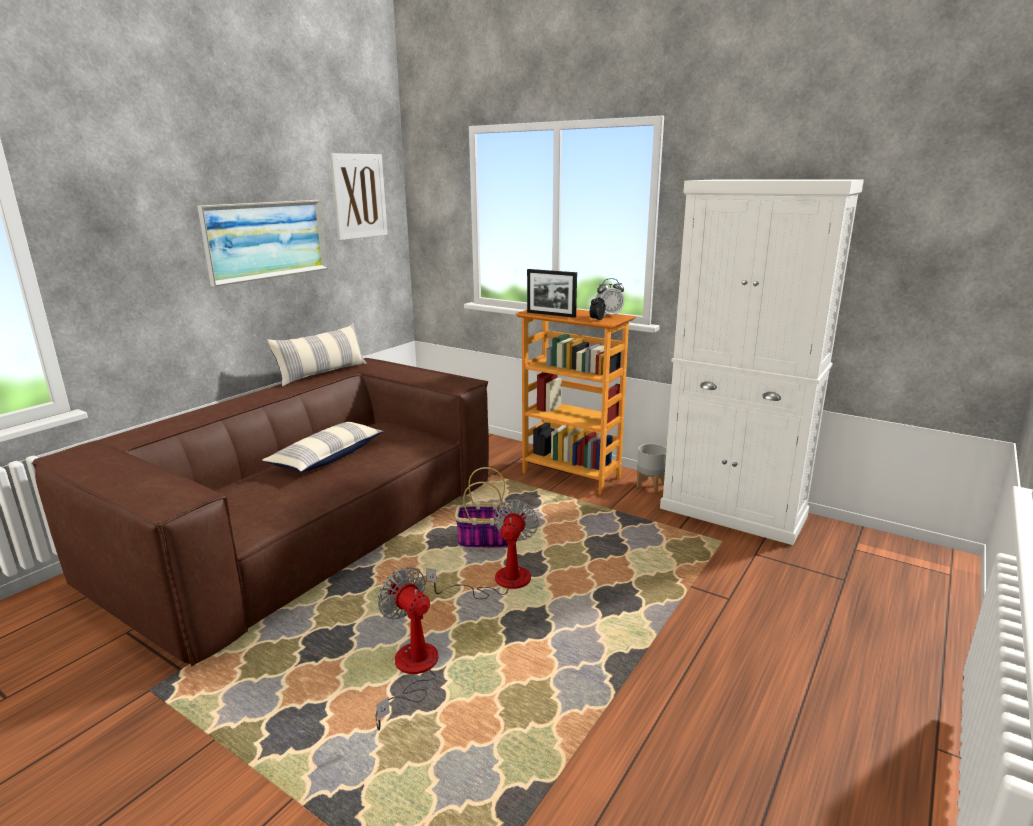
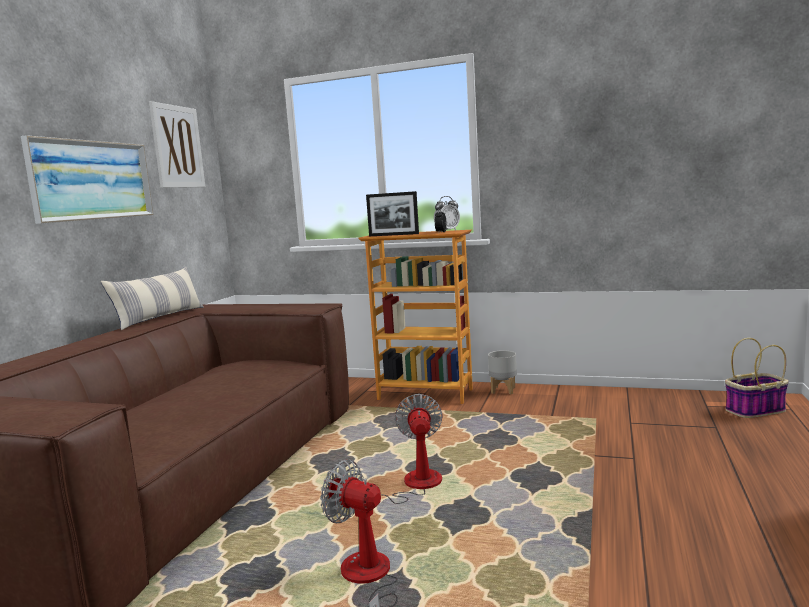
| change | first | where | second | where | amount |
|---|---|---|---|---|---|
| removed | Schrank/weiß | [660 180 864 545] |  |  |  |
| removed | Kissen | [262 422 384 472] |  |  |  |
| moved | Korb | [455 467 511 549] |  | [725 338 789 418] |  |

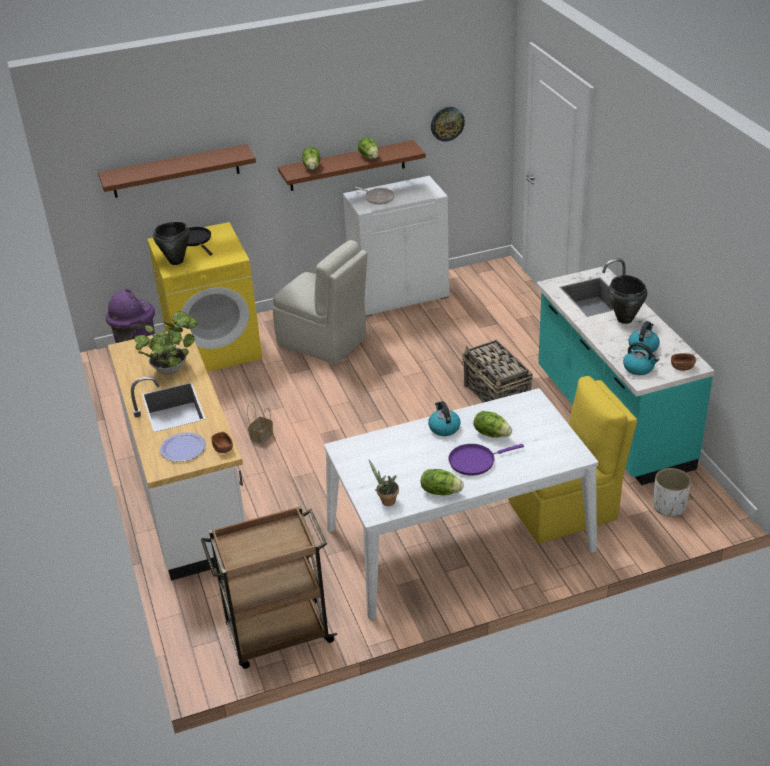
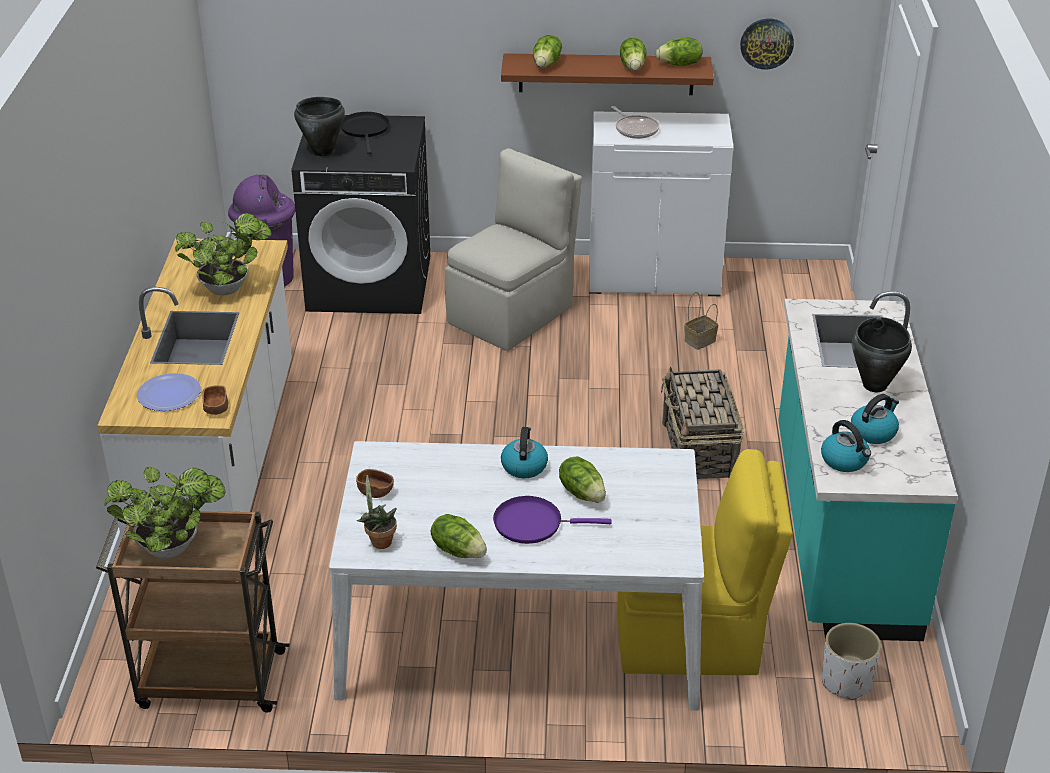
| change | first | where | second | where | amount |
|---|---|---|---|---|---|
| removed | Wandregal/braun | [98 144 256 198] |  |  |  |
| recoloured | Waschmaschine/gelb | [147 222 263 372] | Waschmaschine/schwarz | [291 115 430 314] |  |
| turned | Stuhl/beige | [272 240 368 364] |  | [445 148 582 351] | 105 degrees counterclockwise |
| moved | Schüssel/braun | [671 353 696 371] |  | [356 469 394 498] |  |
| moved | Korb | [247 402 273 444] |  | [684 292 718 350] |  |
| added |  |  | Salatkopf | [656 37 702 66] |  |
| added |  |  | Topfpflanze | [104 467 226 559] |  |

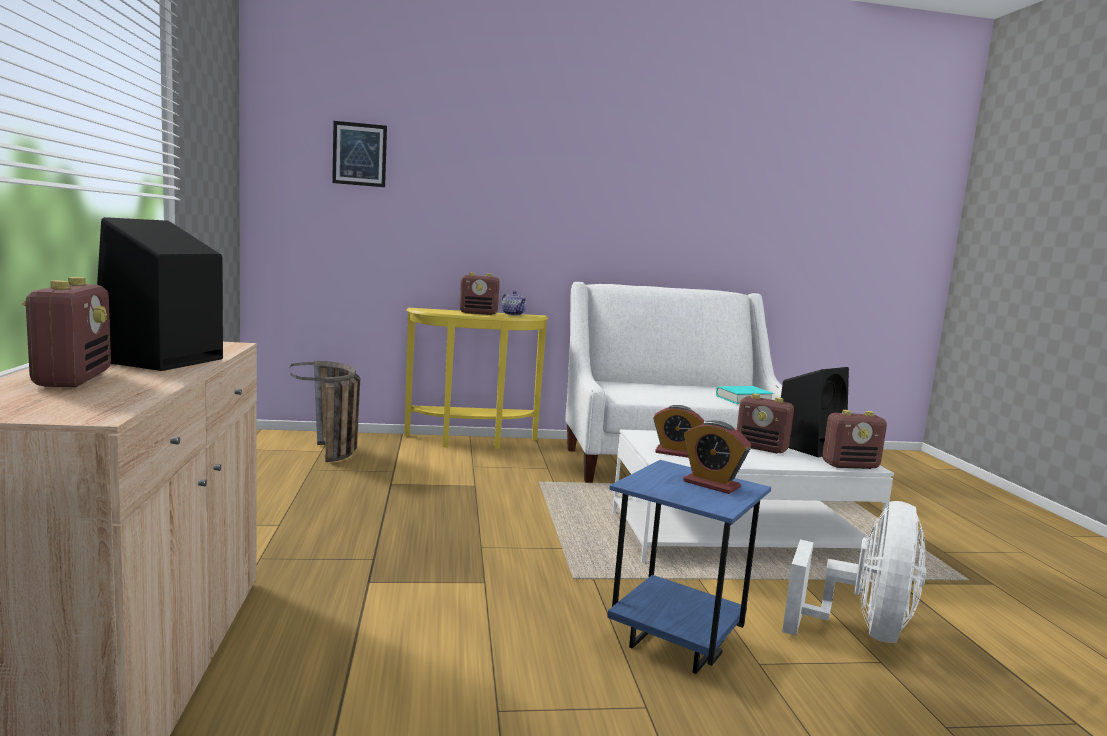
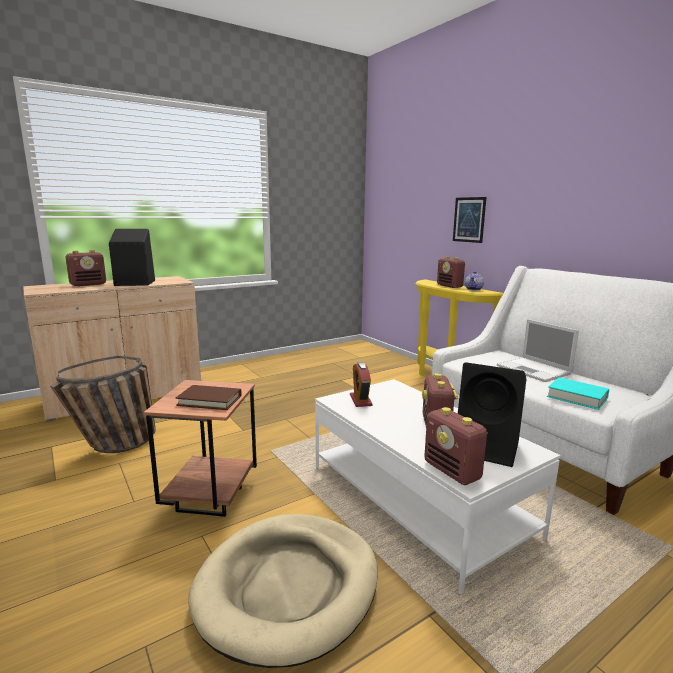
| change | first | where | second | where | amount |
|---|---|---|---|---|---|
| moved | Bild | [332 121 387 187] |  | [453 197 486 243] |  |
| moved | Korb | [289 361 360 462] |  | [50 356 156 453] |  |
| replaced | Wecker | [683 420 751 494] | Buch/braun | [176 385 242 410] |  |
| recoloured | Beistelltisch/blau | [607 460 771 674] | Beistelltisch/braun | [144 380 257 517] |  |
| replaced | Ventilator/weiß | [782 501 926 643] | Hundebett/beige | [188 514 378 668] |  |
| added |  |  | Laptop | [497 319 579 382] |  |

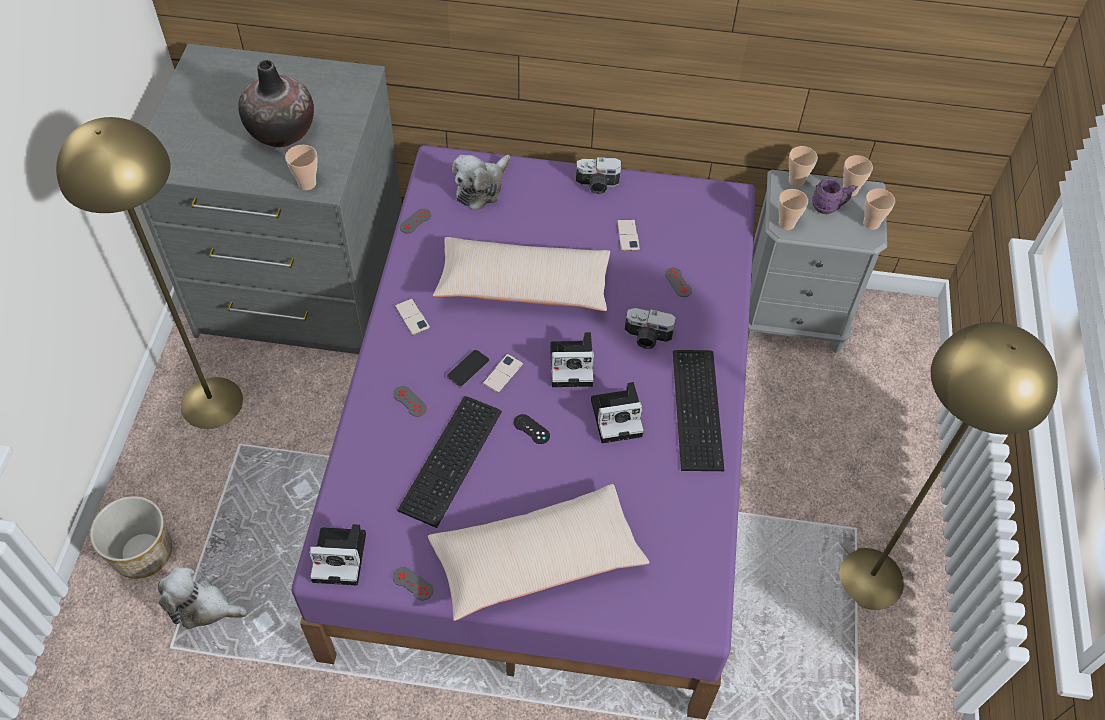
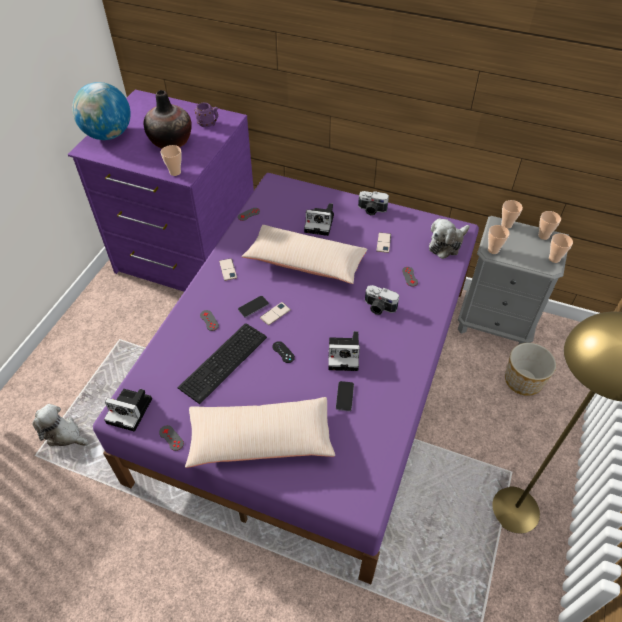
| change | first | where | second | where | amount |
|---|---|---|---|---|---|
| recoloured | Kommode/grau | [140 44 402 354] | Kommode/lila | [68 89 254 292] |  |
| removed | Stehlampe/gelb | [56 117 243 429] |  |  |  |
| moved | Plüschtier | [452 155 511 211] |  | [429 219 470 259] |  |
| moved | Henkelbecher/lila | [812 178 856 214] |  | [195 103 218 127] |  |
| moved | Kamera | [550 332 594 387] |  | [304 203 334 236] |  |
| removed | Tastatur | [673 350 724 471] |  |  |  |
| moved | Pflanzkübel | [90 496 172 579] |  | [505 343 556 396] |  |
| added |  |  | Globus | [72 82 131 140] |  |
| added |  |  | Handy | [336 381 354 411] |  |

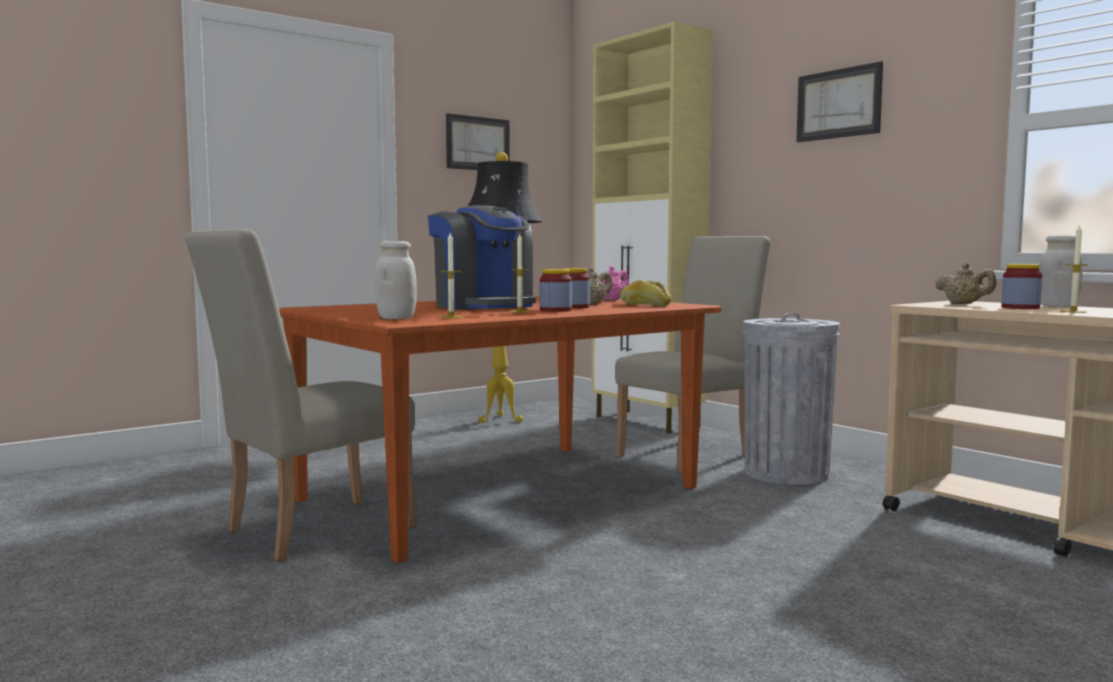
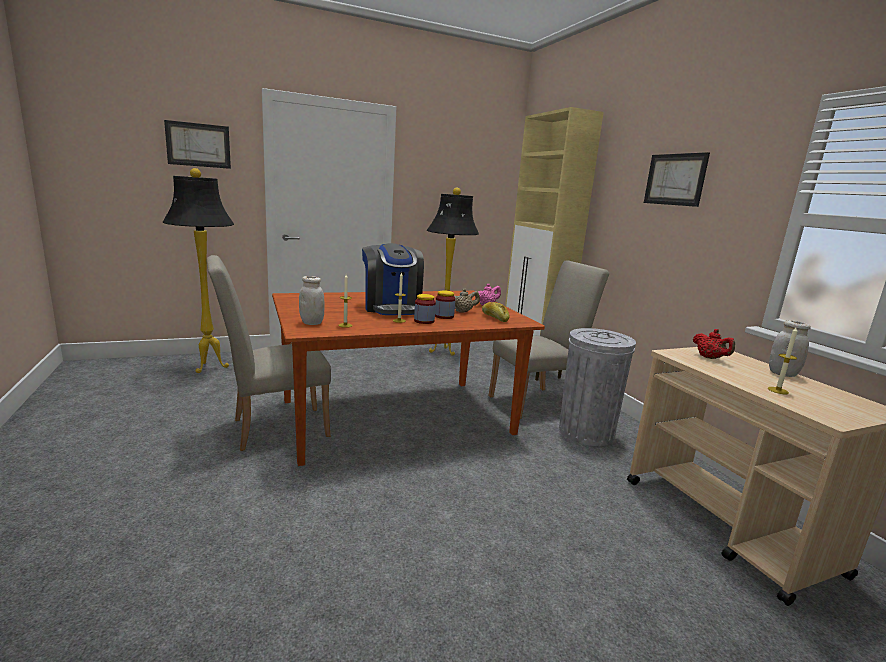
| change | first | where | second | where | amount |
|---|---|---|---|---|---|
| moved | Bild | [446 113 510 170] |  | [164 120 231 169] |  |
| recoloured | Teekanne/beige | [935 263 997 304] | Teekanne/rot | [693 329 735 359] |  |
| removed | Vorratsglas | [1001 264 1042 309] |  |  |  |
| added |  |  | Stehlampe/schwarz | [163 168 234 373] |  |

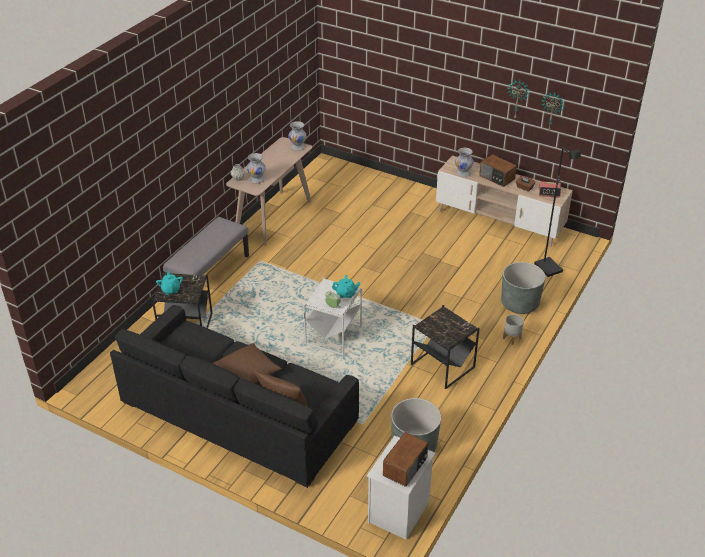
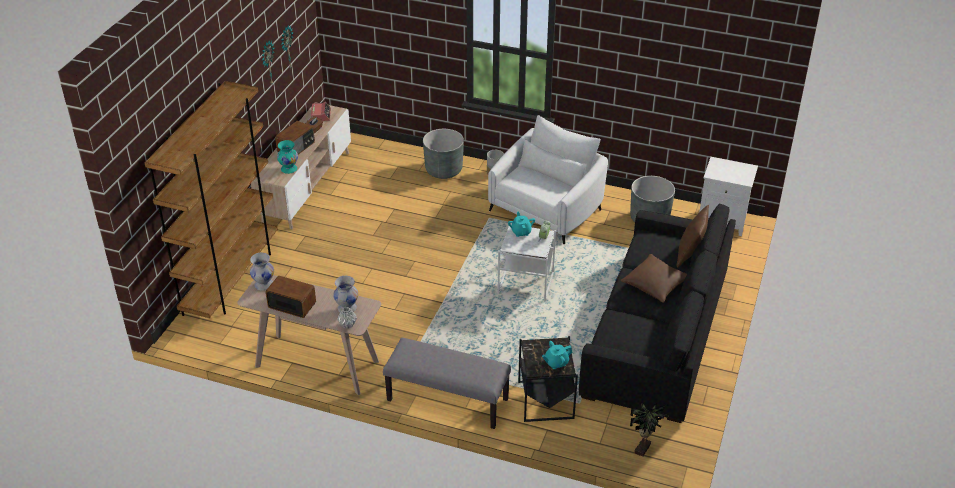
| change | first | where | second | where | amount |
|---|---|---|---|---|---|
| removed | Stehlampe/schwarz | [534 147 581 277] |  |  |  |
| recoloured | Vase/weiß | [455 148 473 177] | Vase/türkis | [277 140 298 174] |  |
| replaced | Beistelltisch/schwarz | [411 305 480 389] | Sessel/weiß | [488 115 608 244] |  |
| moved | Radio | [383 432 428 487] |  | [265 276 316 318] |  |
| added |  |  | Bücherregal/braun | [144 81 278 318] |  |
| added |  |  | Topfpflanze | [630 402 669 457] |  |

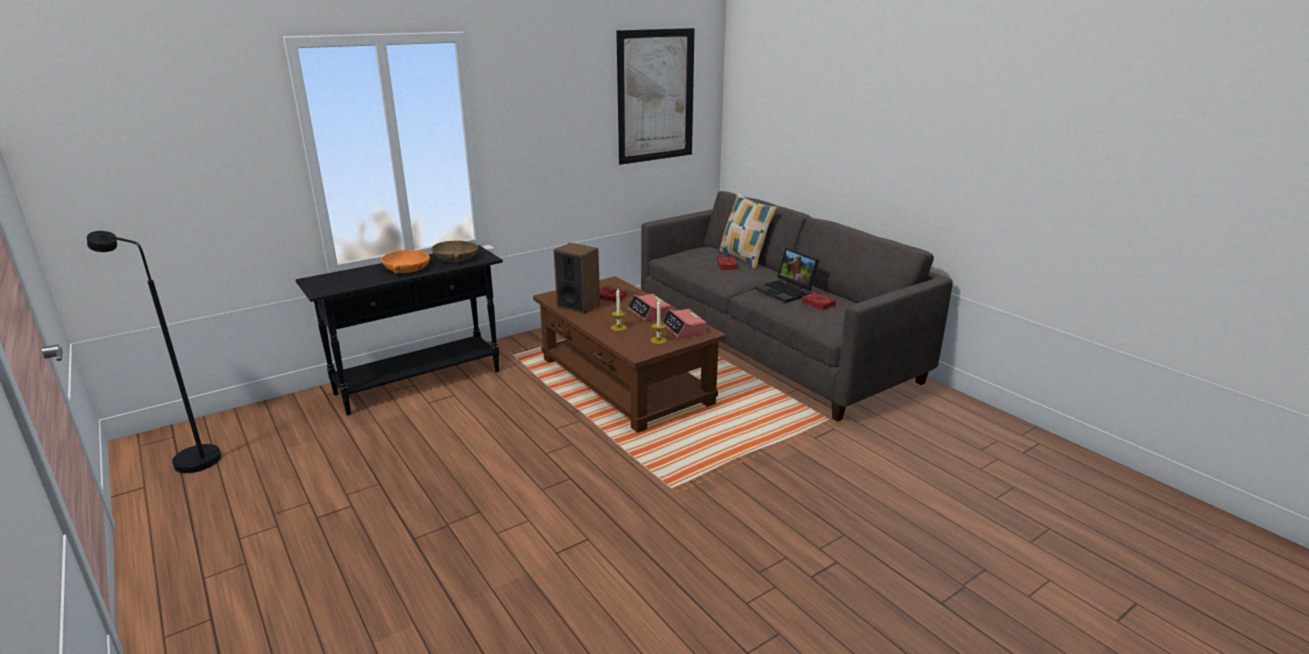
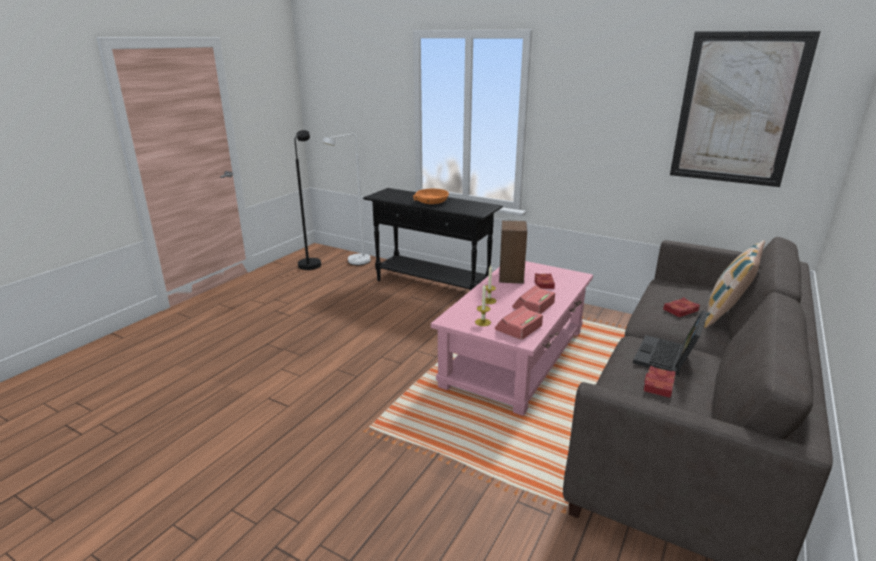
| change | first | where | second | where | amount |
|---|---|---|---|---|---|
| removed | Schüssel/braun | [431 241 478 262] |  |  |  |
| recoloured | Couchtisch/braun | [533 276 726 433] | Couchtisch/rosa | [431 261 593 416] |  |
| added |  |  | Stehlampe/weiß | [323 134 371 265] |  |

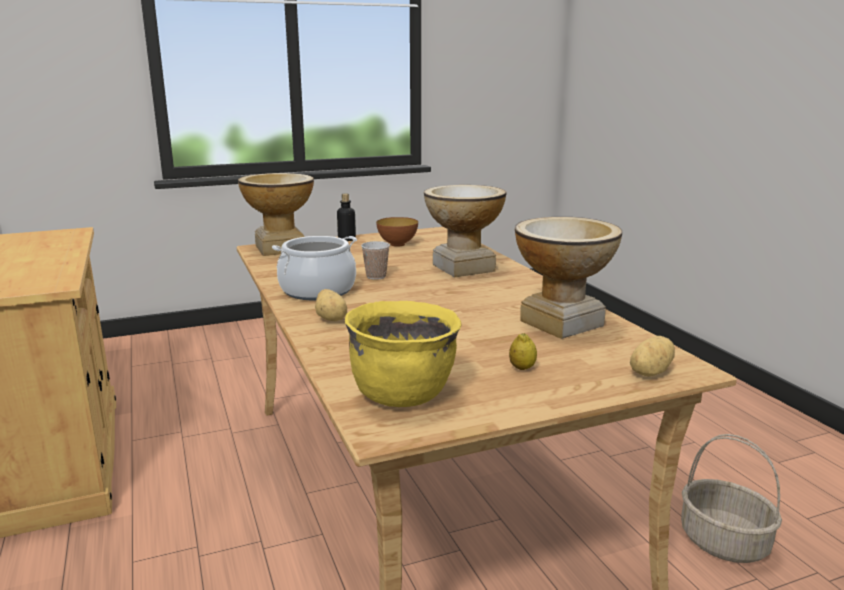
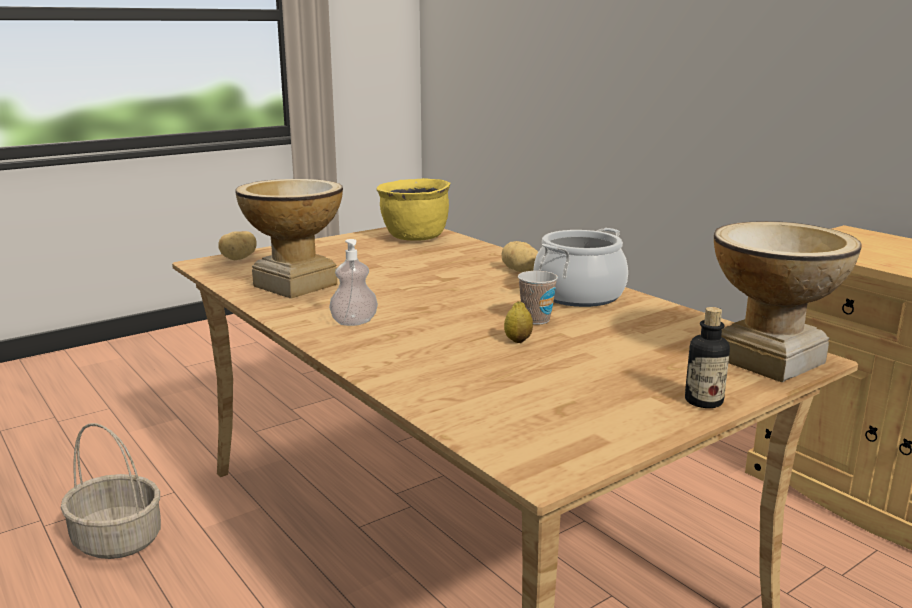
| change | first | where | second | where | amount |
|---|---|---|---|---|---|
| removed | Vase | [424 185 506 277] |  |  |  |
| removed | Schüssel | [376 217 418 247] |  |  |  |
| moved | Zitrone | [509 333 537 370] |  | [504 301 533 343] |  |
| added |  |  | Seifenspender | [329 239 378 326] |  |

